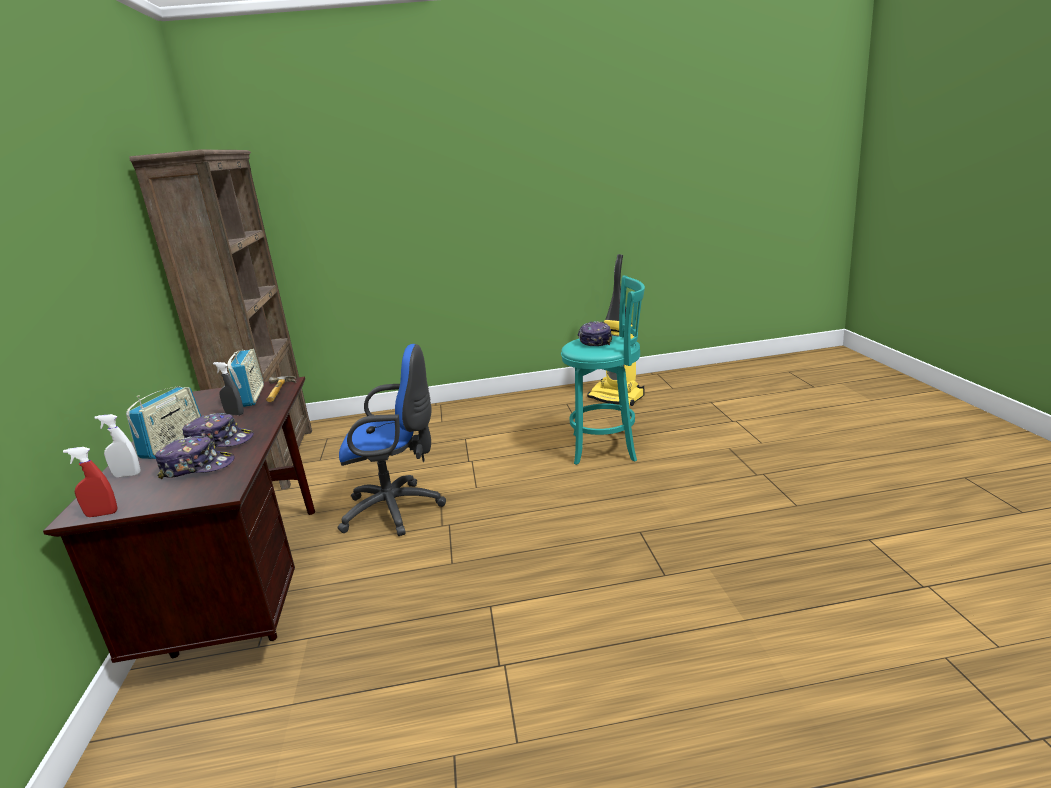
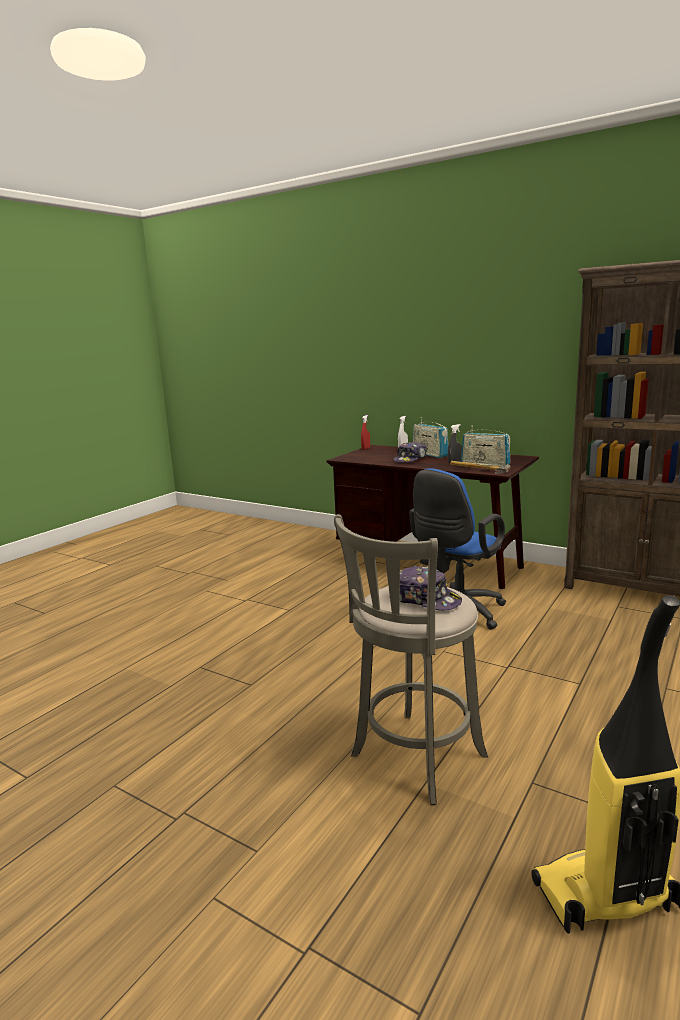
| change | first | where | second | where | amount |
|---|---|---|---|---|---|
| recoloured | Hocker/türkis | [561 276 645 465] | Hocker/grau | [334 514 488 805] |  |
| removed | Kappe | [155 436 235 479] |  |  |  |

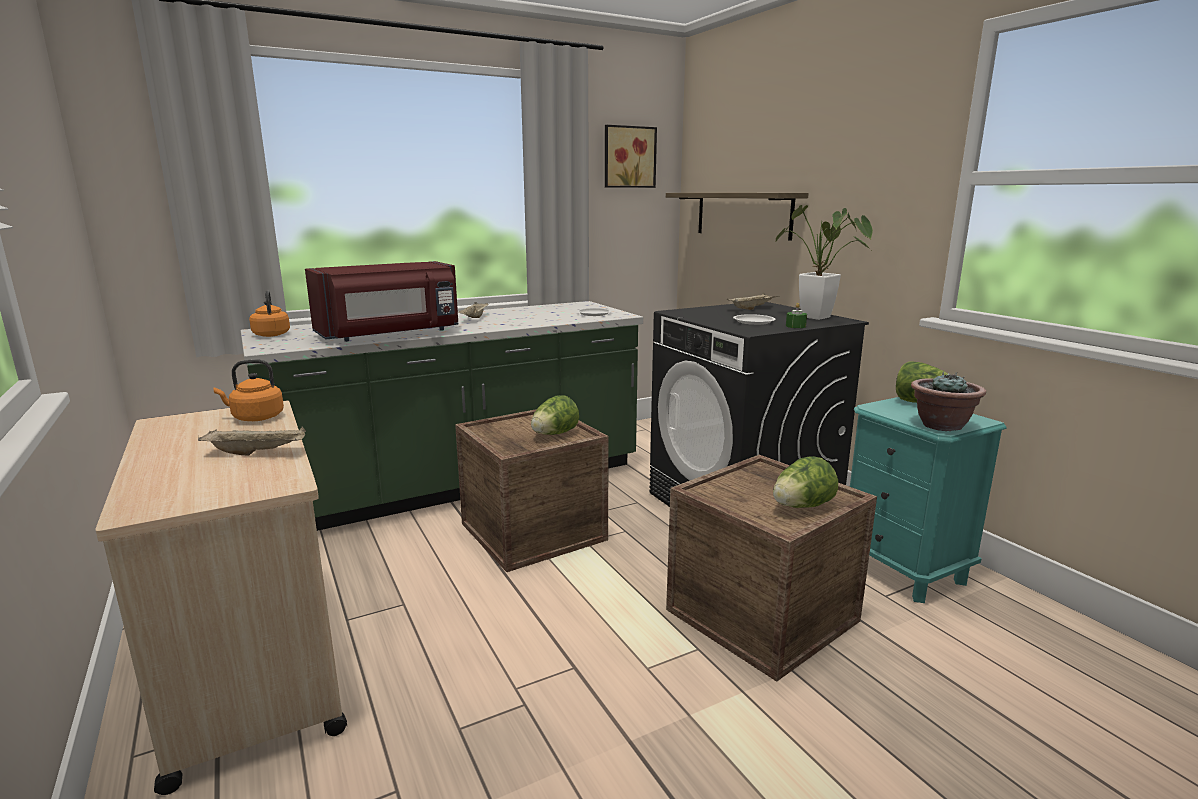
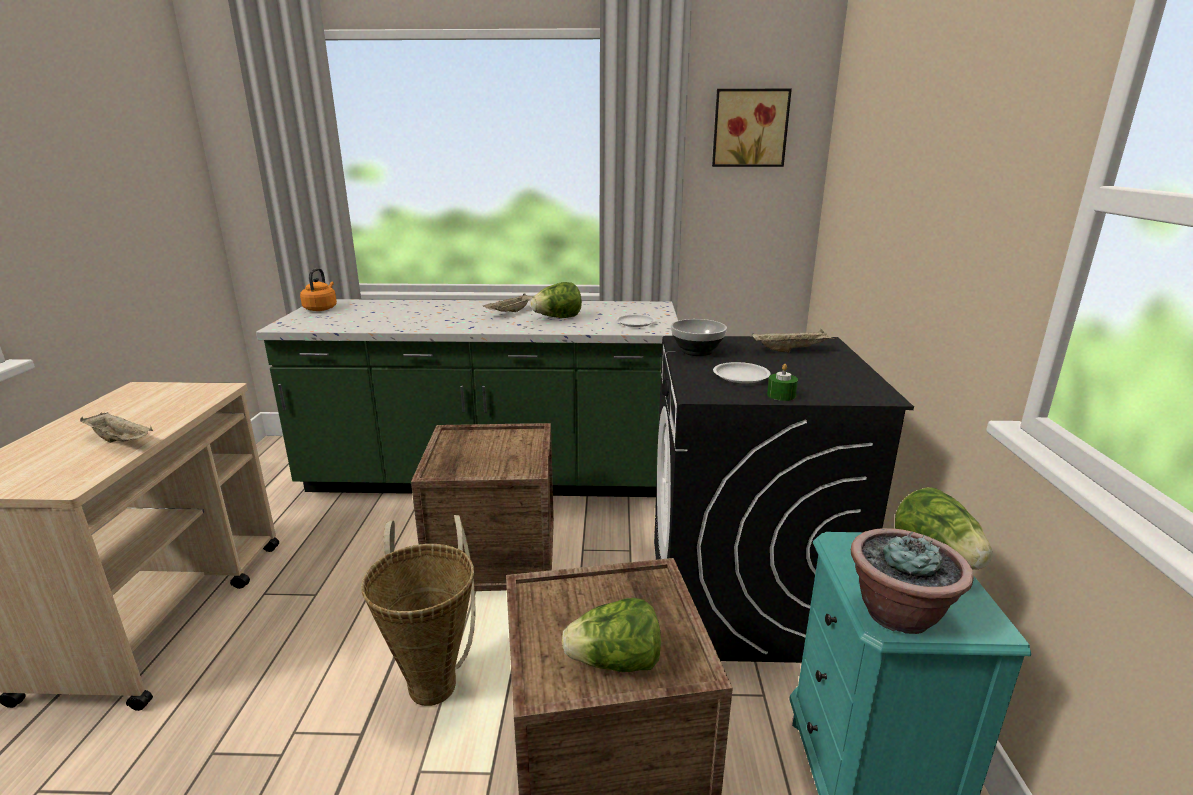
| change | first | where | second | where | amount |
|---|---|---|---|---|---|
| removed | Wandregal | [666 193 809 241] |  |  |  |
| removed | Topfpflanze | [776 205 873 320] |  |  |  |
| removed | Mikrowelle/rot | [305 261 459 342] |  |  |  |
| removed | Wasserkessel/orange | [213 359 284 421] |  |  |  |
| moved | Salatkopf | [531 395 579 435] |  | [530 282 582 318] |  |
| added |  |  | Schüssel | [671 319 727 356] |  |
| added |  |  | Korb | [361 515 475 706] |  |

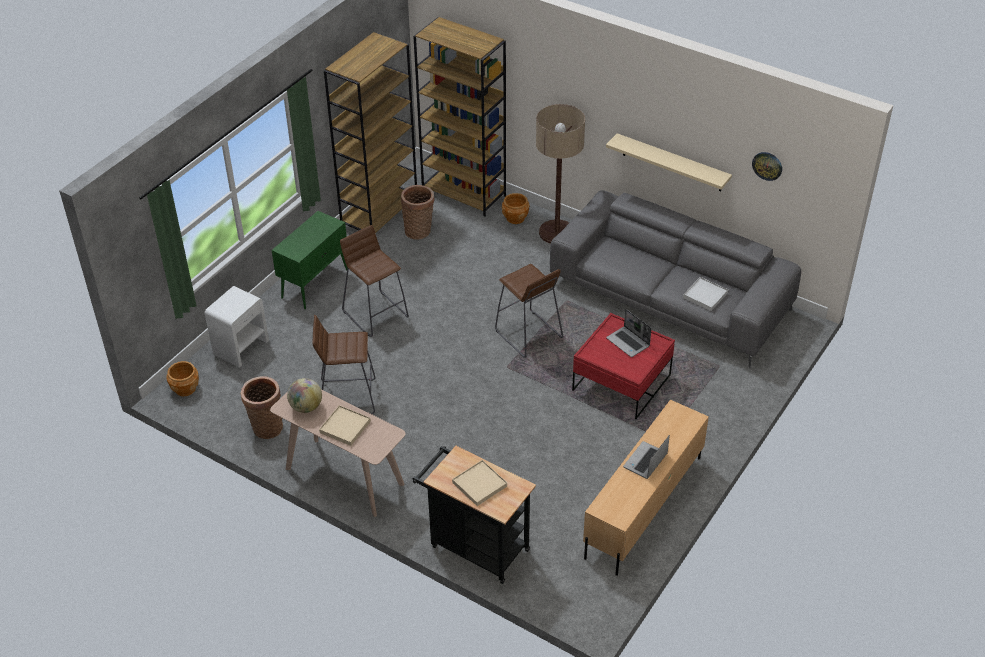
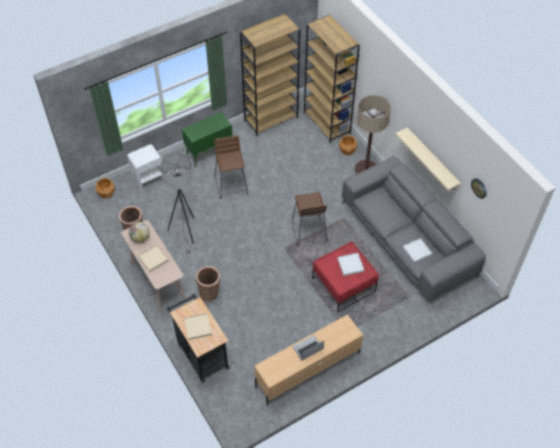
| change | first | where | second | where | amount |
|---|---|---|---|---|---|
| moved | Korb | [401 185 434 240] |  | [196 266 220 302] |  |
| replaced | Laptop | [606 309 652 357] | Tablett/weiß | [337 253 364 276] |  |
| replaced | Hocker/braun | [312 315 376 414] | Stehlampe/grau | [161 154 194 254] |  |

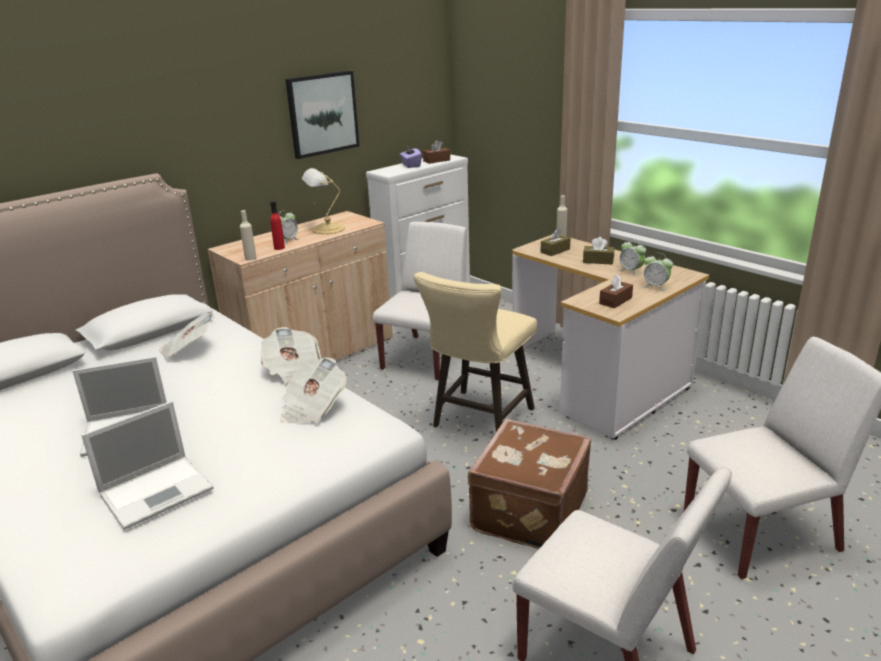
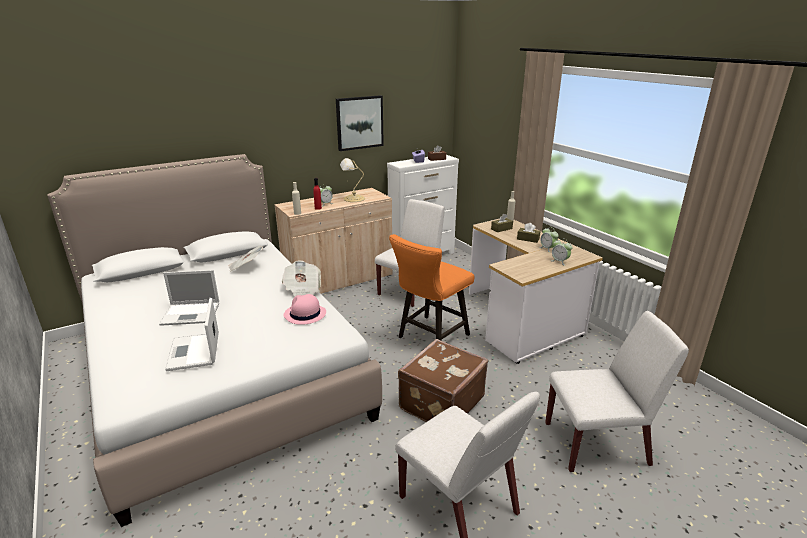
| change | first | where | second | where | amount |
|---|---|---|---|---|---|
| recoloured | Hocker/beige | [414 272 537 432] | Hocker/orange | [389 234 474 340] |  |
| removed | Taschentuchbox/braun | [599 274 633 308] |  |  |  |
| replaced | Zeitung | [280 357 347 423] | Hut/rosa | [284 294 326 325] |  |
| turned | Laptop | [81 401 214 530] |  | [165 298 219 371] | 105 degrees clockwise |

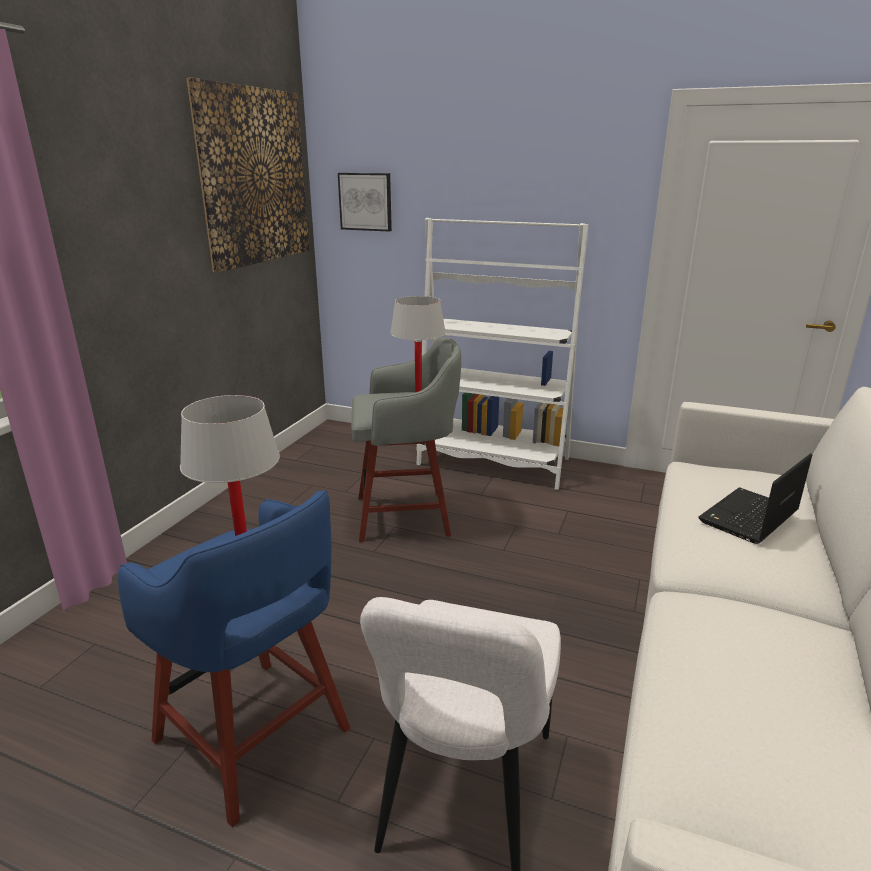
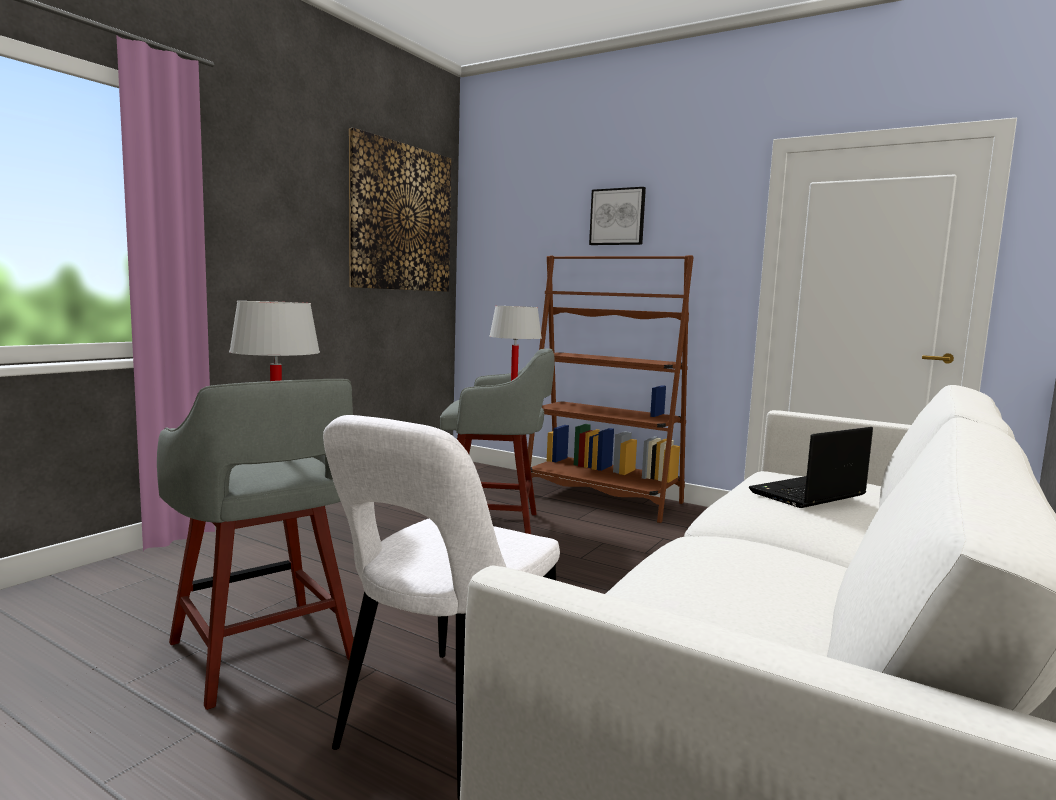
| change | first | where | second | where | amount |
|---|---|---|---|---|---|
| moved | Bild | [338 173 392 232] |  | [589 187 646 245] |  |
| recoloured | Bücherregal/weiß | [416 218 589 490] | Bücherregal/braun | [528 255 694 523] |  |
| recoloured | Hocker/blau | [118 490 350 827] | Hocker/grau | [157 379 354 710] |  |

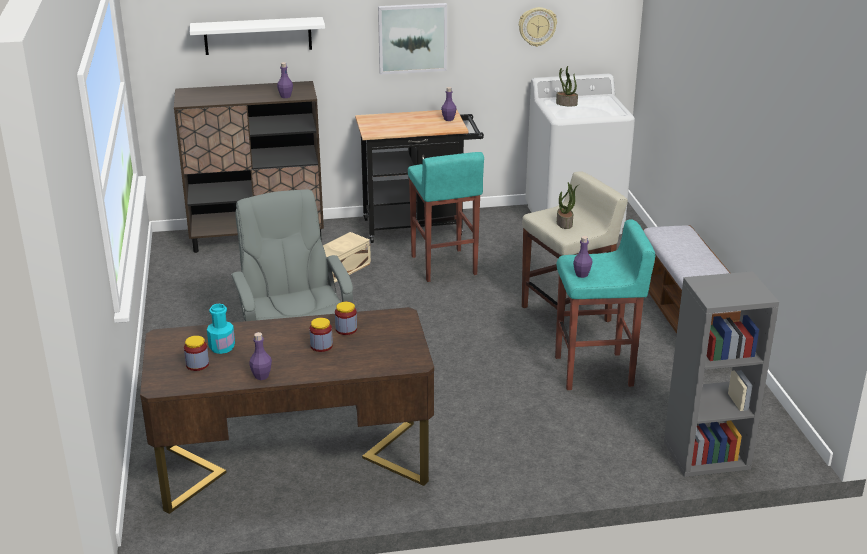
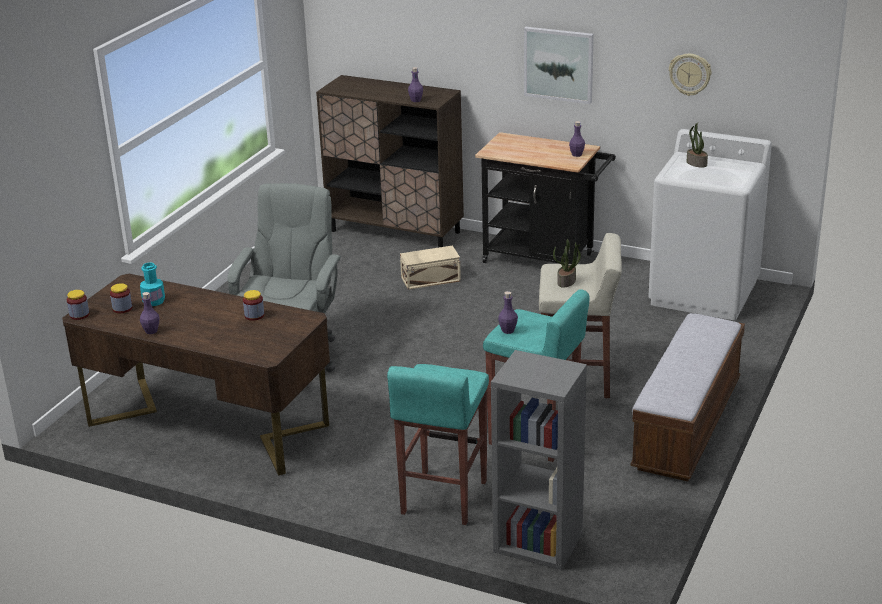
| change | first | where | second | where | amount |
|---|---|---|---|---|---|
| removed | Wandregal/weiß | [190 17 325 55] |  |  |  |
| moved | Hocker/türkis | [408 152 484 282] |  | [387 364 489 525] |  |
| moved | Vorratsglas | [310 318 333 352] |  | [67 290 89 320] |  |

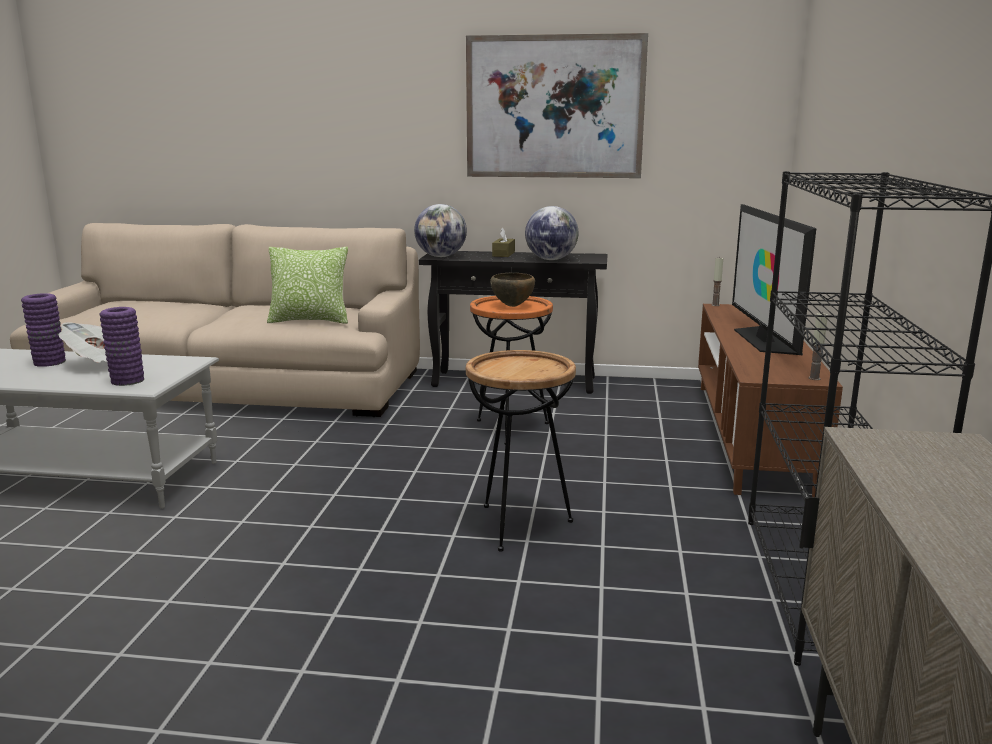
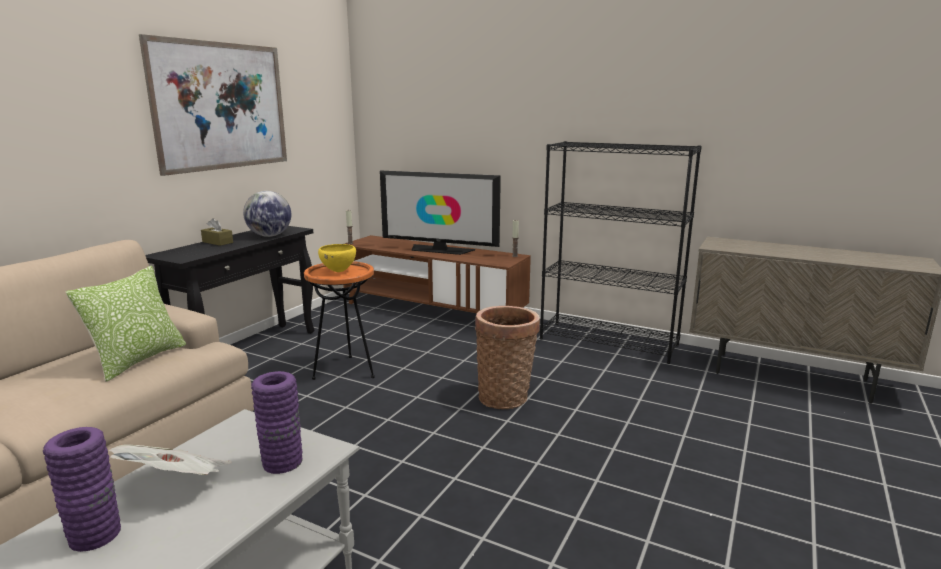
| change | first | where | second | where | amount |
|---|---|---|---|---|---|
| removed | Globus | [414 204 467 257] |  |  |  |
| recoloured | Schüssel/braun | [490 273 535 307] | Schüssel/gelb | [318 244 356 272] |  |
| replaced | Beistelltisch/braun | [466 350 576 552] | Korb | [475 306 540 409] |  |

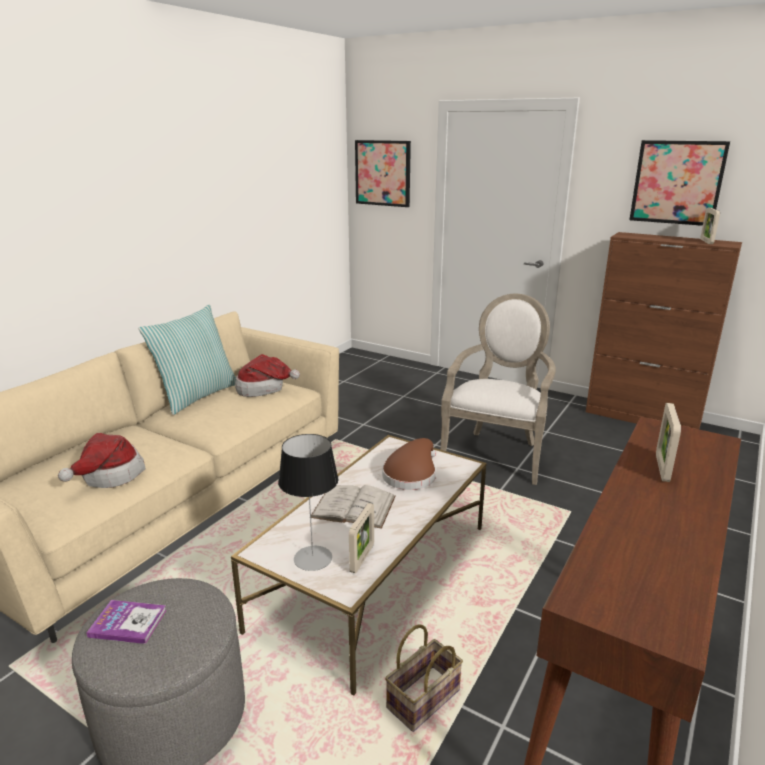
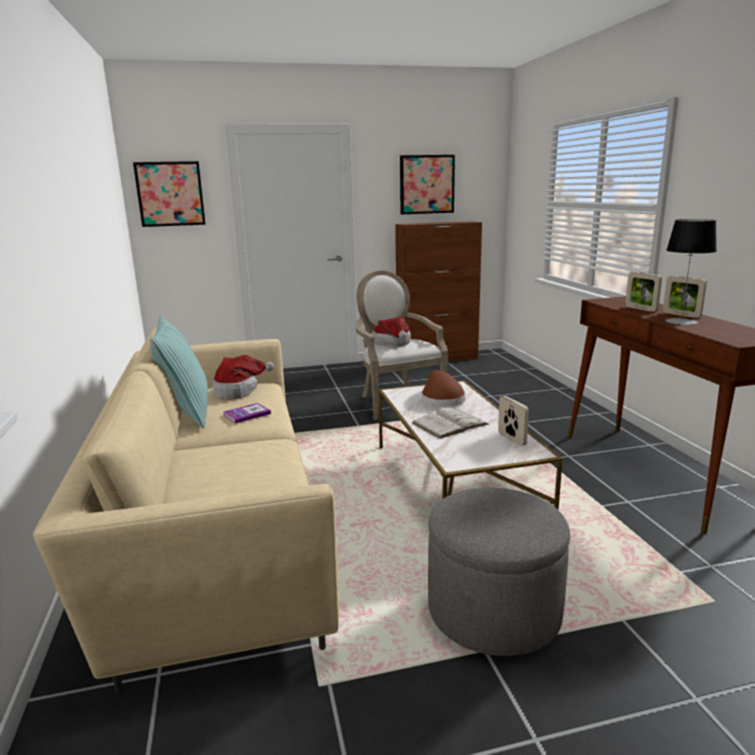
| change | first | where | second | where | amount |
|---|---|---|---|---|---|
| moved | Bilderrahmen | [700 207 720 244] |  | [663 276 707 318] |  |
| moved | Hut | [58 433 146 488] |  | [372 317 411 347] |  |
| moved | Tischlampe | [278 434 338 571] |  | [665 219 717 325] |  |
| moved | Buch | [86 600 167 644] |  | [223 403 271 424] |  |
| removed | Korb | [385 624 463 732] |  |  |  |

